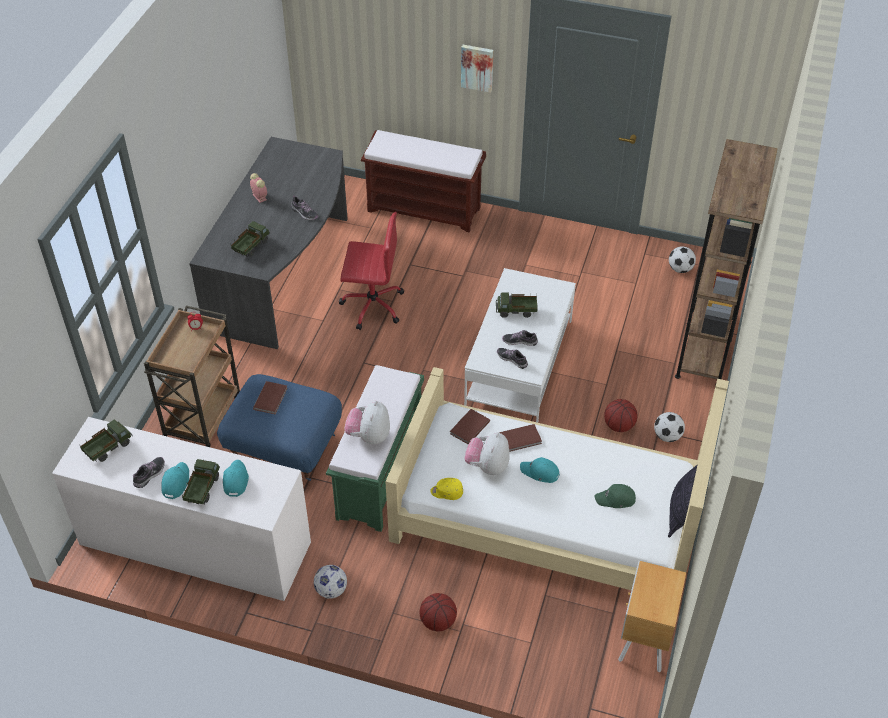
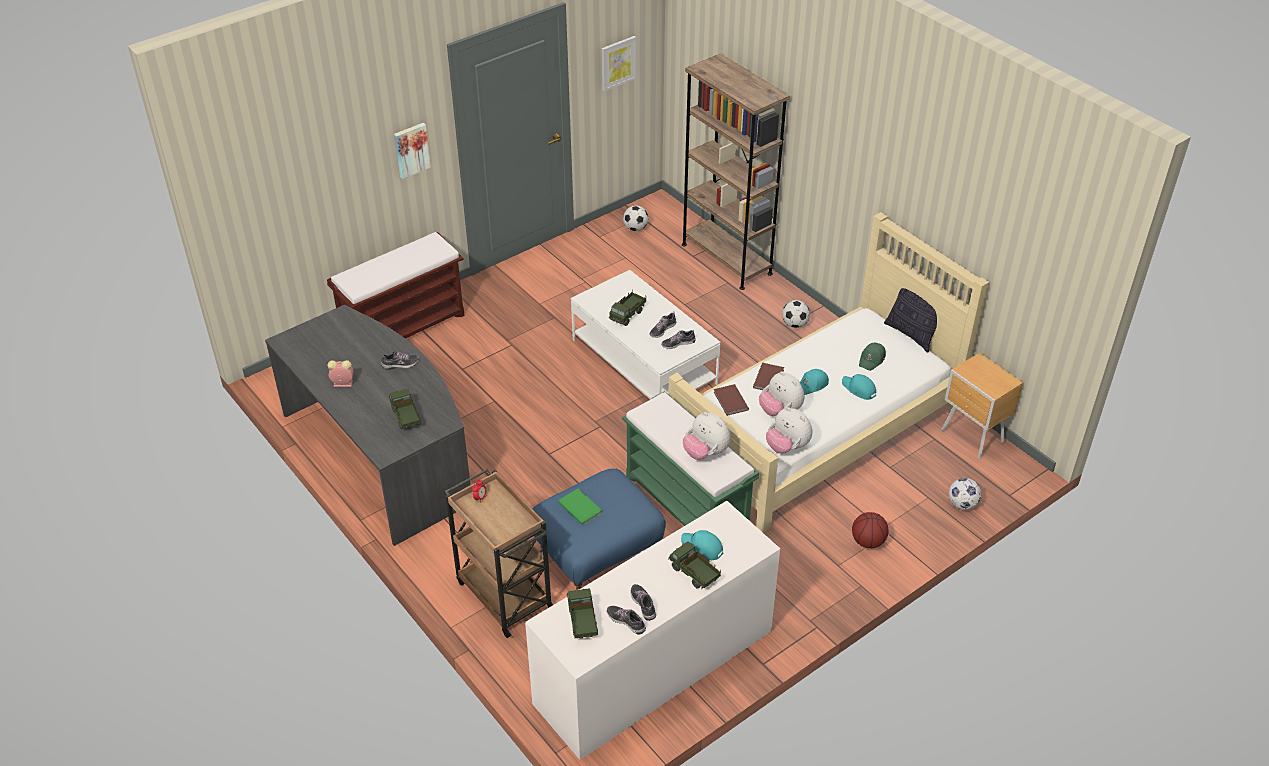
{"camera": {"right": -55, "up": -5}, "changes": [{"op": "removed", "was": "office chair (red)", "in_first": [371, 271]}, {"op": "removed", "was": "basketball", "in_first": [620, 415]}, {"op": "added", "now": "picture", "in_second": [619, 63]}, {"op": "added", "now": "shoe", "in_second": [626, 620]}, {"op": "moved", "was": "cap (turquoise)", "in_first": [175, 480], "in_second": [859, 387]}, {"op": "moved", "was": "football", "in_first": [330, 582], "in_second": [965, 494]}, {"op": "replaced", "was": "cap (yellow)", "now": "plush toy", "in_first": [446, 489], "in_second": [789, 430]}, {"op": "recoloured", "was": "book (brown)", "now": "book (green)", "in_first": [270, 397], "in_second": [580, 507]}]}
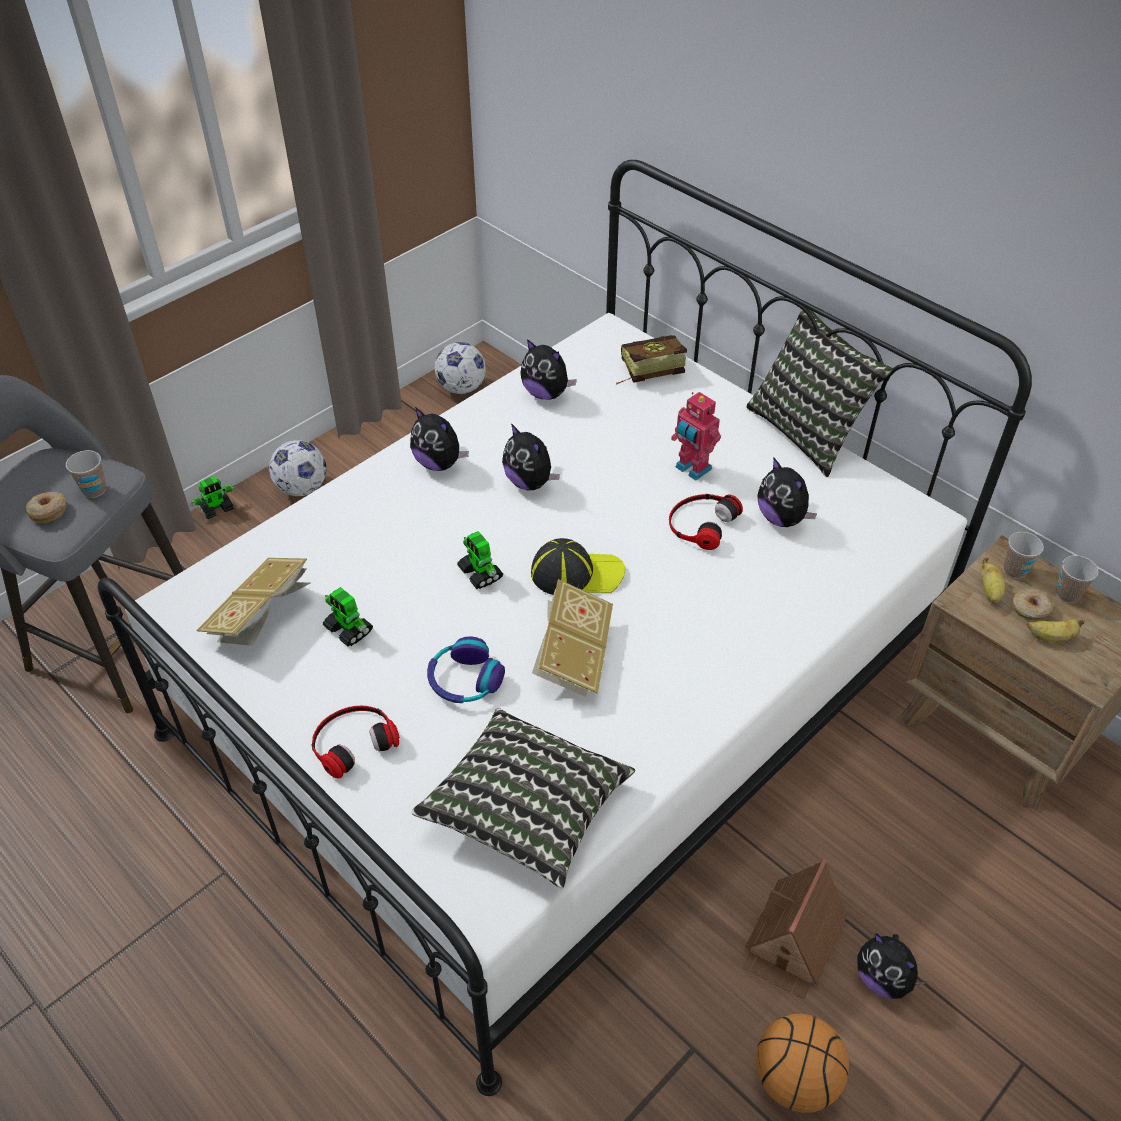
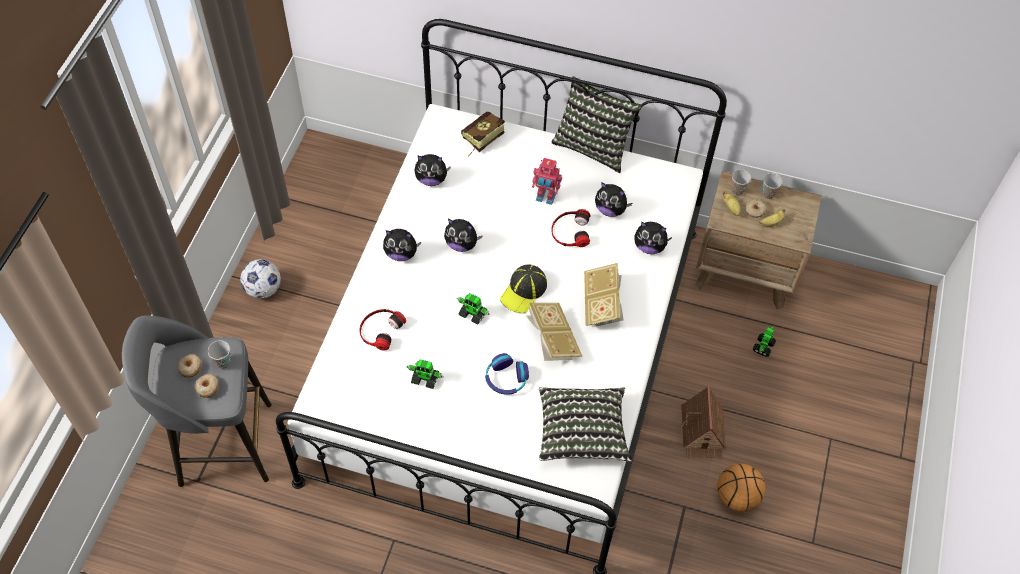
{"camera": {"right": -30, "up": 10}, "changes": [{"op": "removed", "was": "football", "in_first": [460, 368]}, {"op": "added", "now": "donut", "in_second": [189, 366]}, {"op": "moved", "was": "toy robot", "in_first": [213, 497], "in_second": [764, 342]}, {"op": "moved", "was": "book", "in_first": [253, 602], "in_second": [604, 295]}, {"op": "moved", "was": "headphones", "in_first": [356, 742], "in_second": [382, 330]}, {"op": "moved", "was": "plush toy", "in_first": [892, 966], "in_second": [653, 238]}, {"op": "turned", "was": "cap", "in_first": [578, 566], "in_second": [523, 289], "clockwise": 150}]}
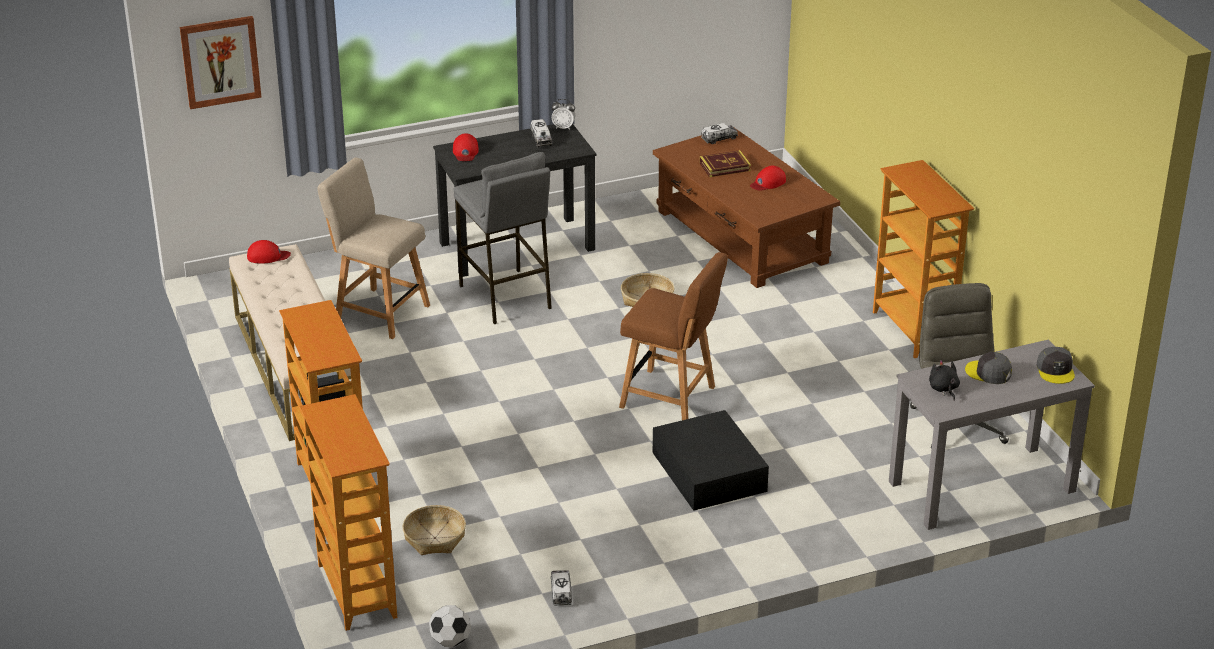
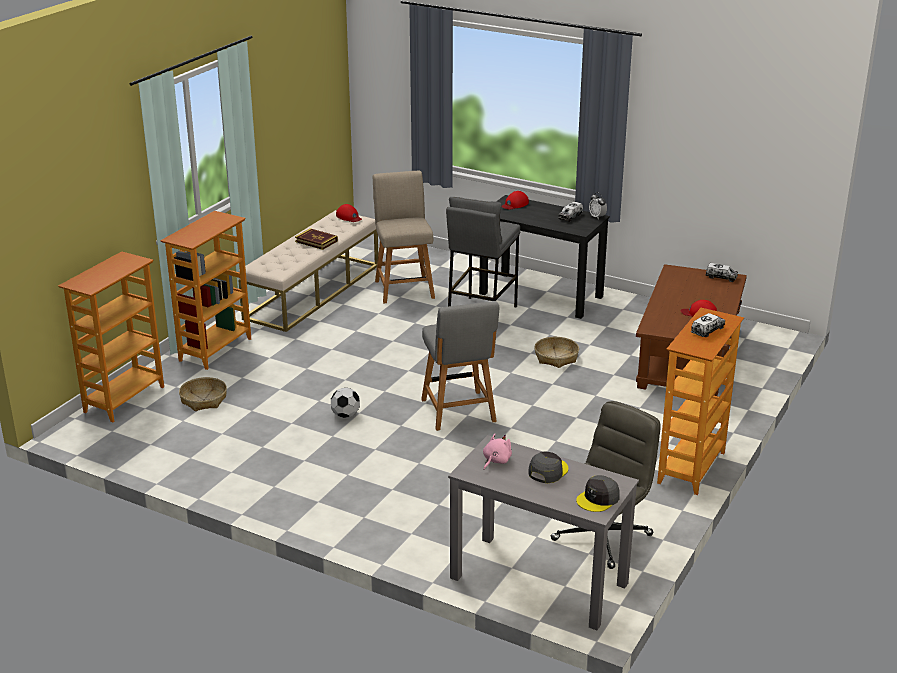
{"camera": {"right": 50, "up": -5}, "changes": [{"op": "removed", "was": "picture", "in_first": [220, 62]}, {"op": "removed", "was": "storage box (black)", "in_first": [711, 460]}, {"op": "moved", "was": "football", "in_first": [450, 626], "in_second": [345, 403]}, {"op": "moved", "was": "toy truck", "in_first": [561, 587], "in_second": [708, 325]}, {"op": "moved", "was": "book", "in_first": [725, 163], "in_second": [316, 239]}, {"op": "recoloured", "was": "chair (brown)", "now": "chair (grey)", "in_first": [673, 336], "in_second": [460, 366]}, {"op": "recoloured", "was": "plush toy (black)", "now": "plush toy (pink)", "in_first": [944, 380], "in_second": [497, 452]}, {"op": "turned", "was": "cap (grey)", "in_first": [988, 368], "in_second": [548, 467], "clockwise": 45}]}
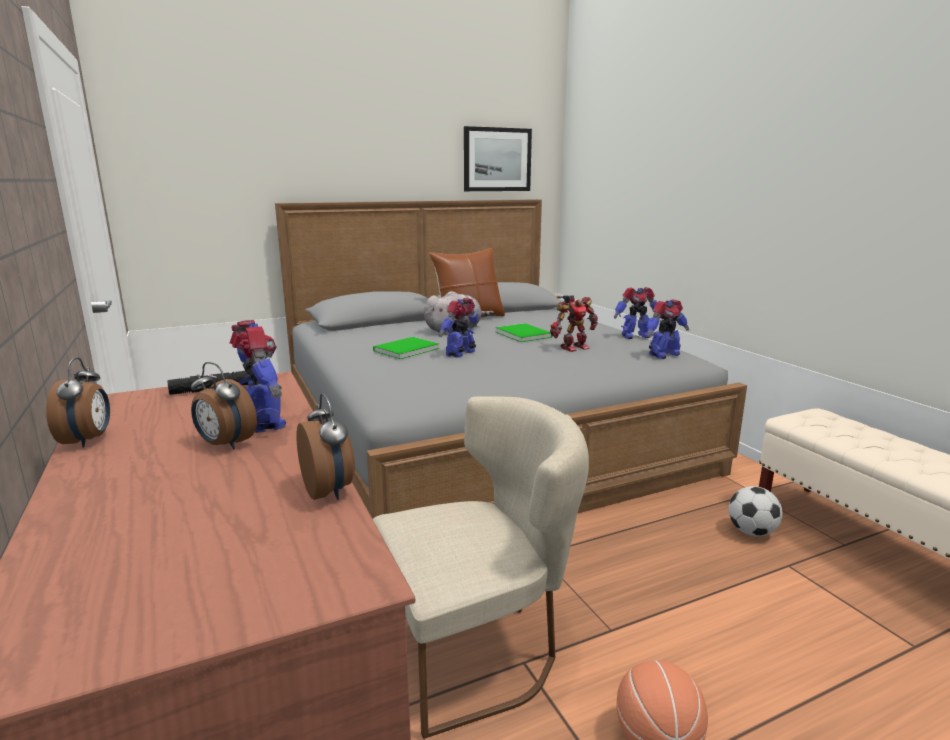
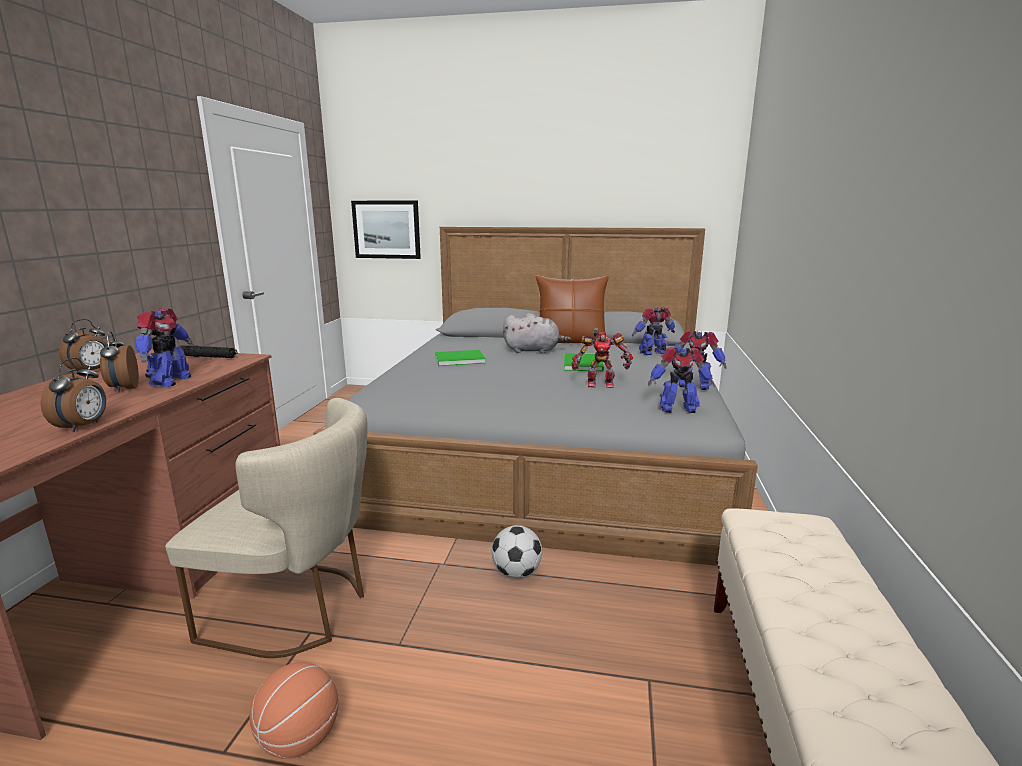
{"camera": {"right": 35, "up": 0}, "changes": [{"op": "moved", "was": "toy robot", "in_first": [458, 328], "in_second": [653, 331]}, {"op": "moved", "was": "picture", "in_first": [498, 158], "in_second": [386, 230]}, {"op": "moved", "was": "football", "in_first": [756, 511], "in_second": [517, 551]}]}
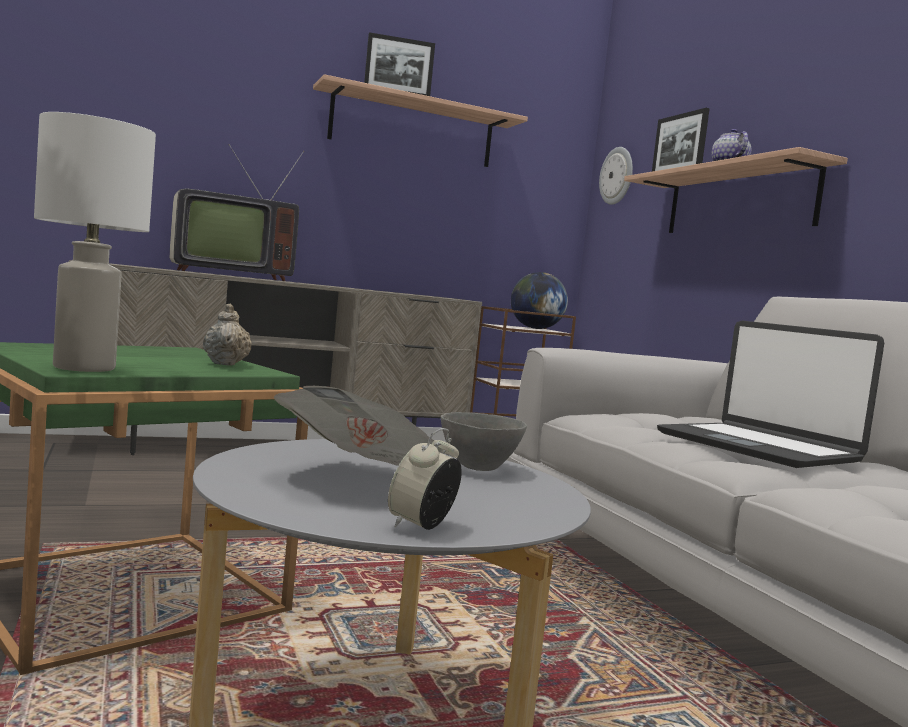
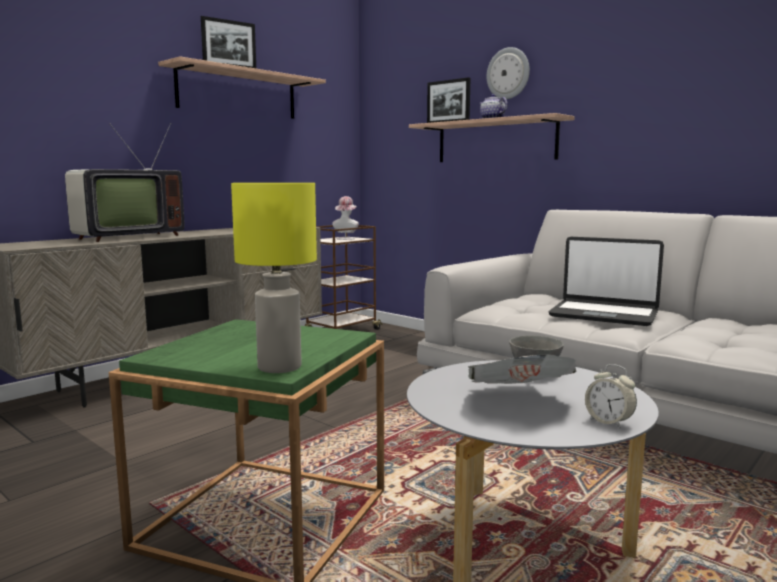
{"camera": {"right": -25, "up": 5}, "changes": [{"op": "removed", "was": "teapot (beige)", "in_first": [227, 335]}, {"op": "moved", "was": "wall clock", "in_first": [616, 176], "in_second": [508, 73]}, {"op": "replaced", "was": "globe", "now": "hat", "in_first": [539, 300], "in_second": [345, 218]}, {"op": "recoloured", "was": "table lamp (white)", "now": "table lamp (yellow)", "in_first": [95, 242], "in_second": [274, 278]}, {"op": "turned", "was": "alarm clock", "in_first": [425, 479], "in_second": [611, 396], "clockwise": -45}]}
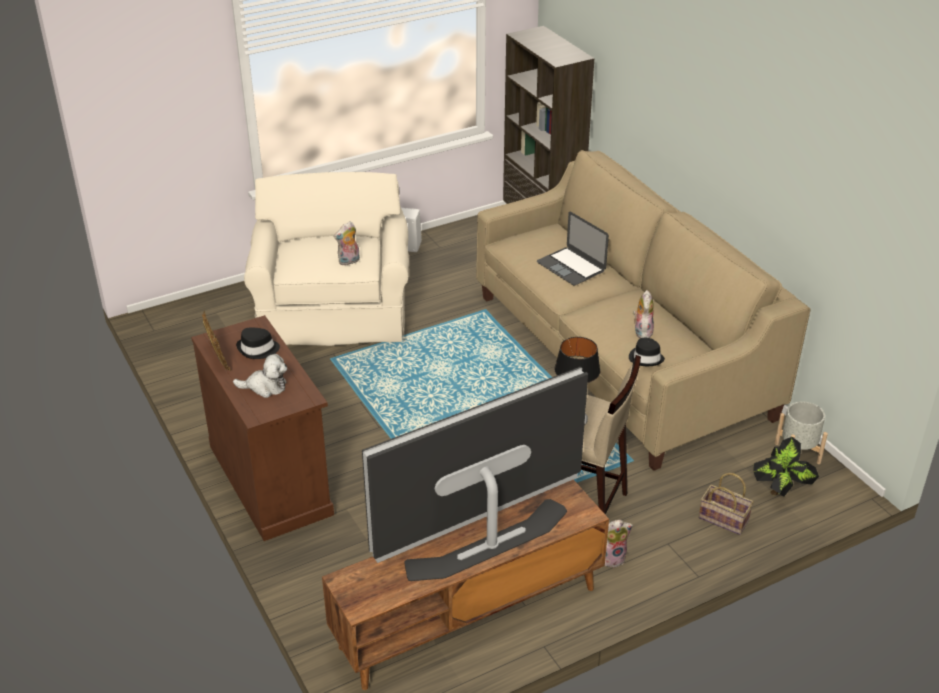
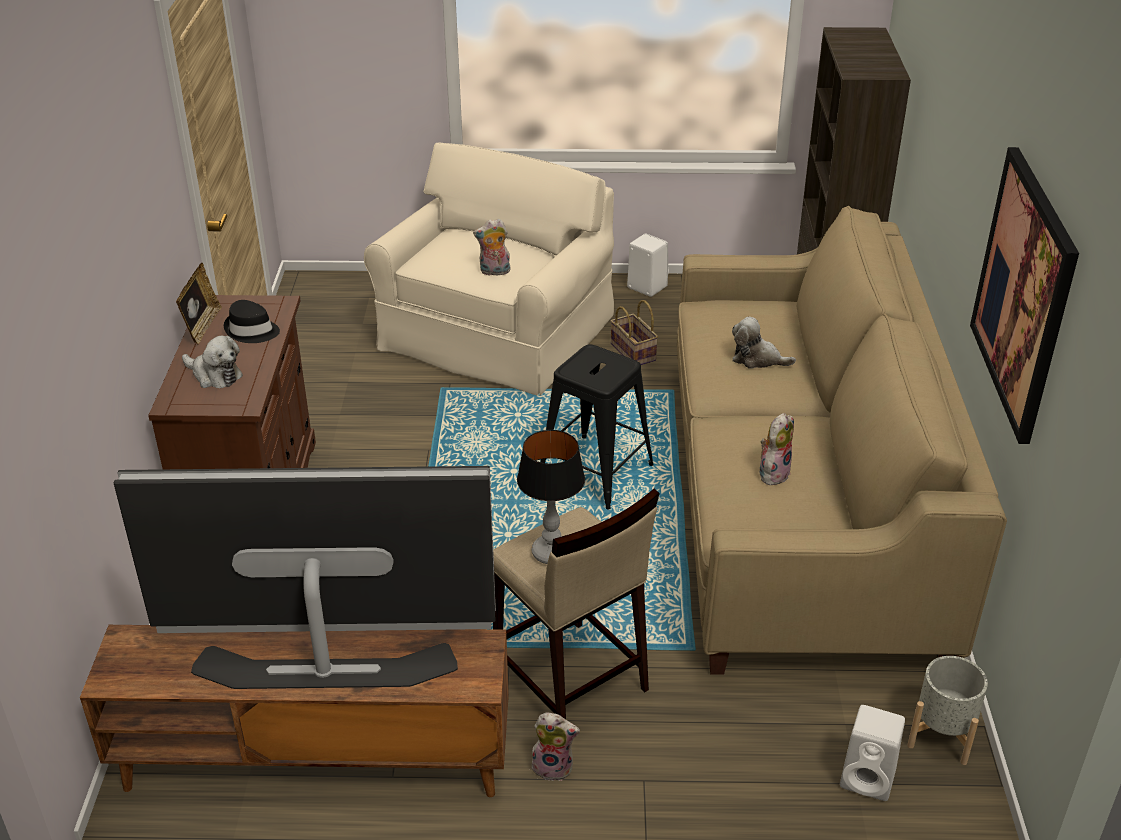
{"camera": {"right": 30, "up": 0}, "changes": [{"op": "removed", "was": "hat (black)", "in_first": [647, 352]}, {"op": "added", "now": "stool (black)", "in_second": [597, 426]}, {"op": "added", "now": "picture", "in_second": [1024, 295]}, {"op": "moved", "was": "basket", "in_first": [726, 504], "in_second": [634, 332]}, {"op": "replaced", "was": "laptop", "now": "plush toy", "in_first": [573, 248], "in_second": [764, 343]}, {"op": "replaced", "was": "potted plant", "now": "speaker (white)", "in_first": [786, 467], "in_second": [872, 753]}]}
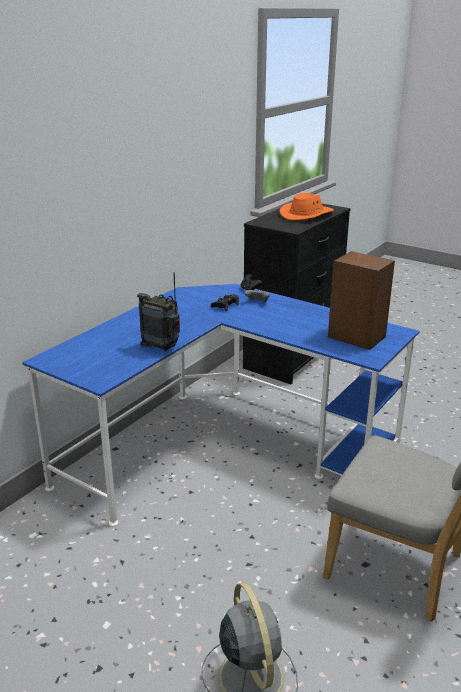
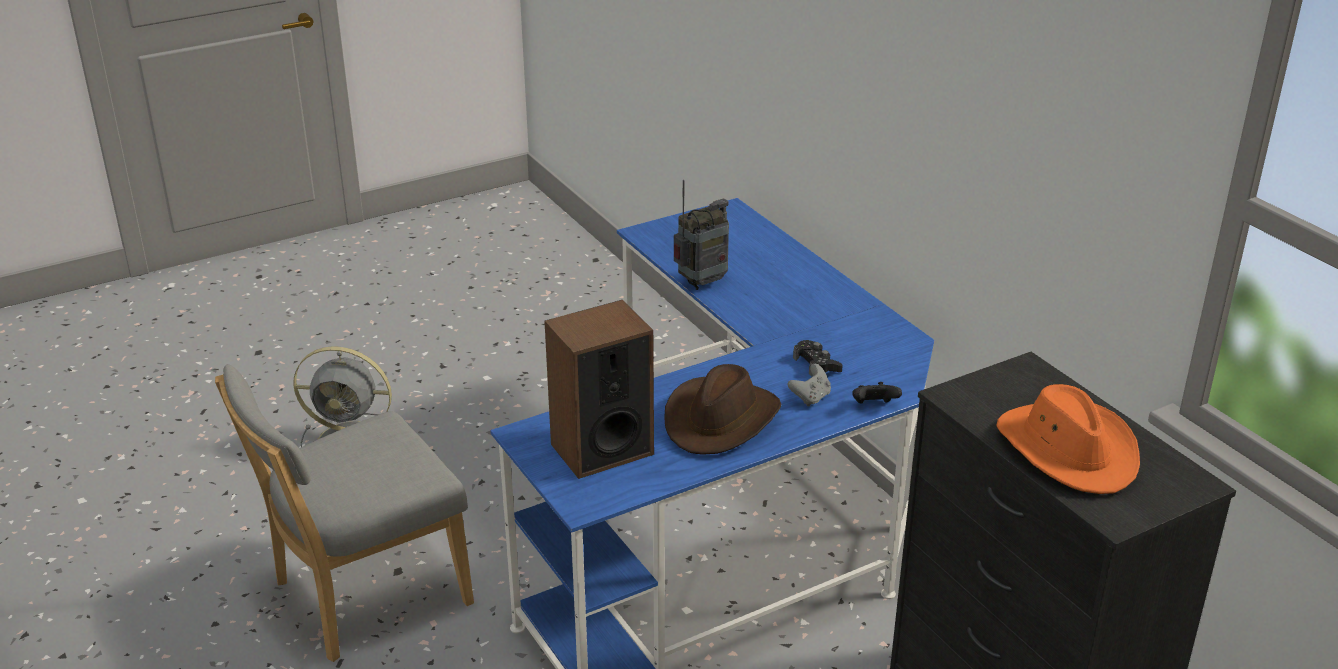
{"camera": {"right": 115, "up": 5}, "changes": [{"op": "added", "now": "hat (brown)", "in_second": [723, 409]}]}
